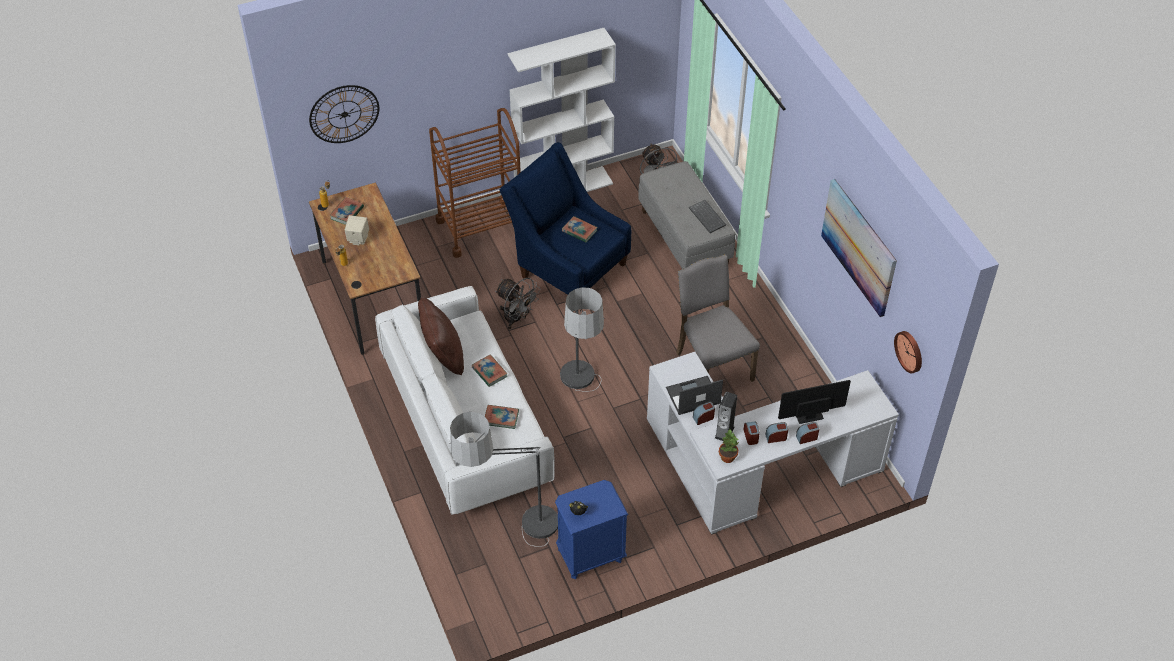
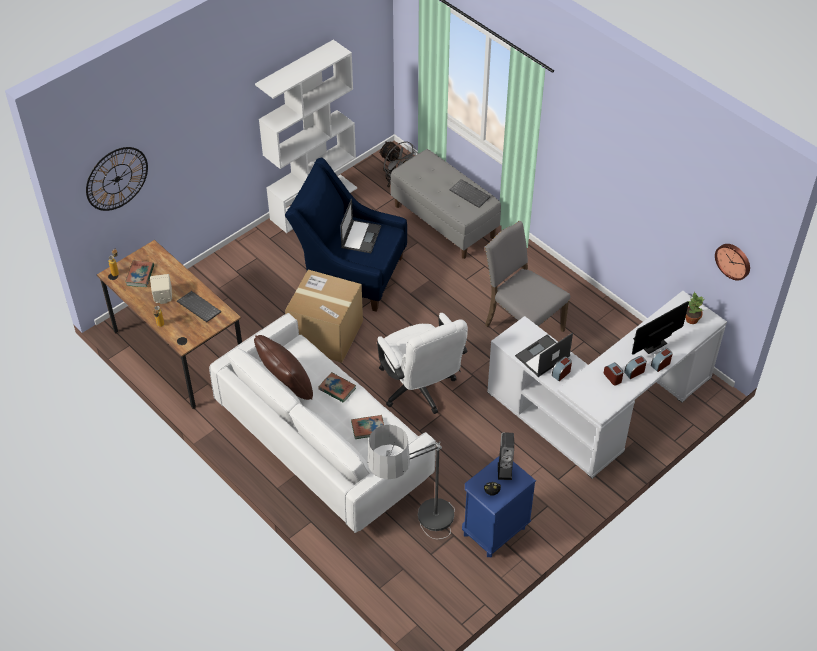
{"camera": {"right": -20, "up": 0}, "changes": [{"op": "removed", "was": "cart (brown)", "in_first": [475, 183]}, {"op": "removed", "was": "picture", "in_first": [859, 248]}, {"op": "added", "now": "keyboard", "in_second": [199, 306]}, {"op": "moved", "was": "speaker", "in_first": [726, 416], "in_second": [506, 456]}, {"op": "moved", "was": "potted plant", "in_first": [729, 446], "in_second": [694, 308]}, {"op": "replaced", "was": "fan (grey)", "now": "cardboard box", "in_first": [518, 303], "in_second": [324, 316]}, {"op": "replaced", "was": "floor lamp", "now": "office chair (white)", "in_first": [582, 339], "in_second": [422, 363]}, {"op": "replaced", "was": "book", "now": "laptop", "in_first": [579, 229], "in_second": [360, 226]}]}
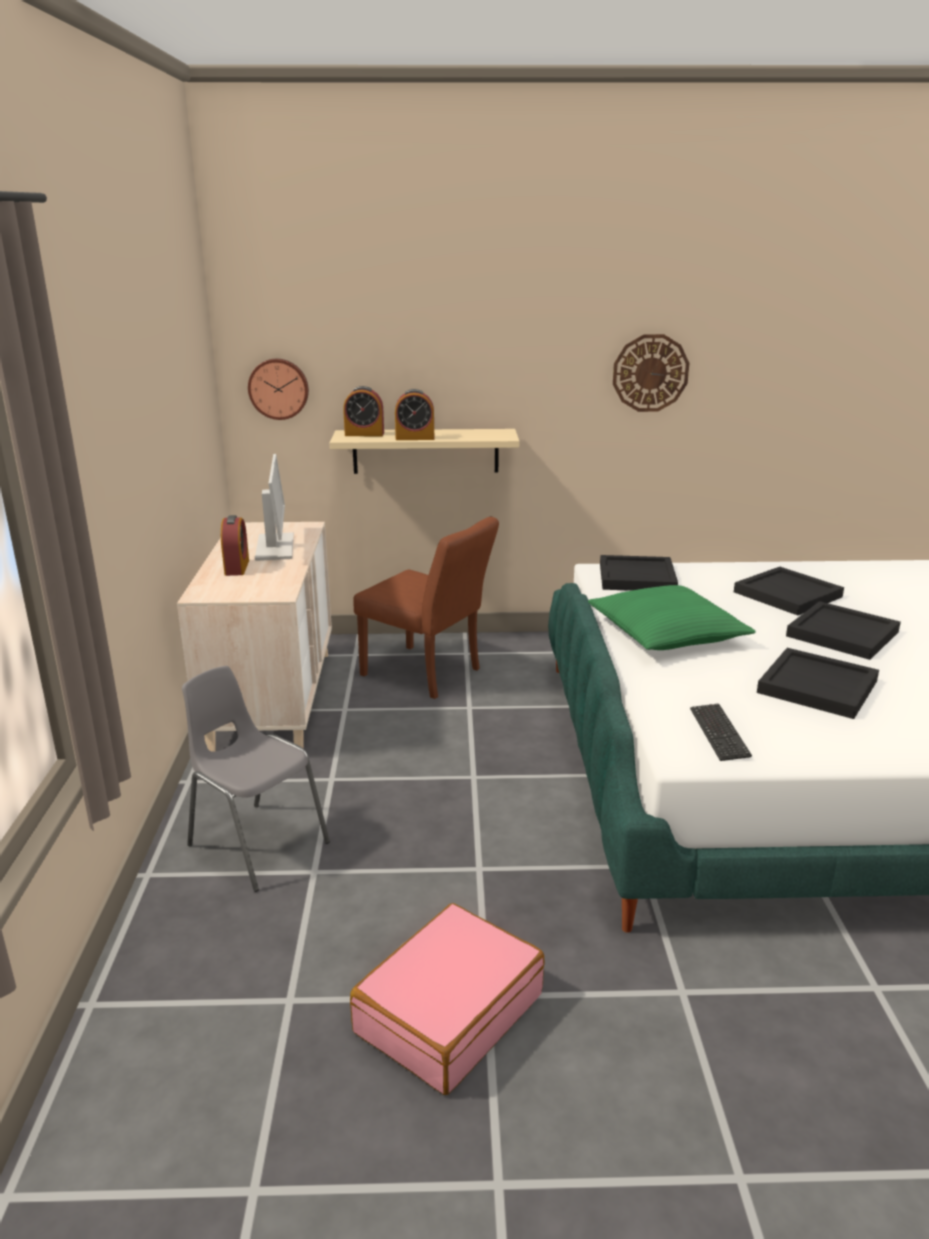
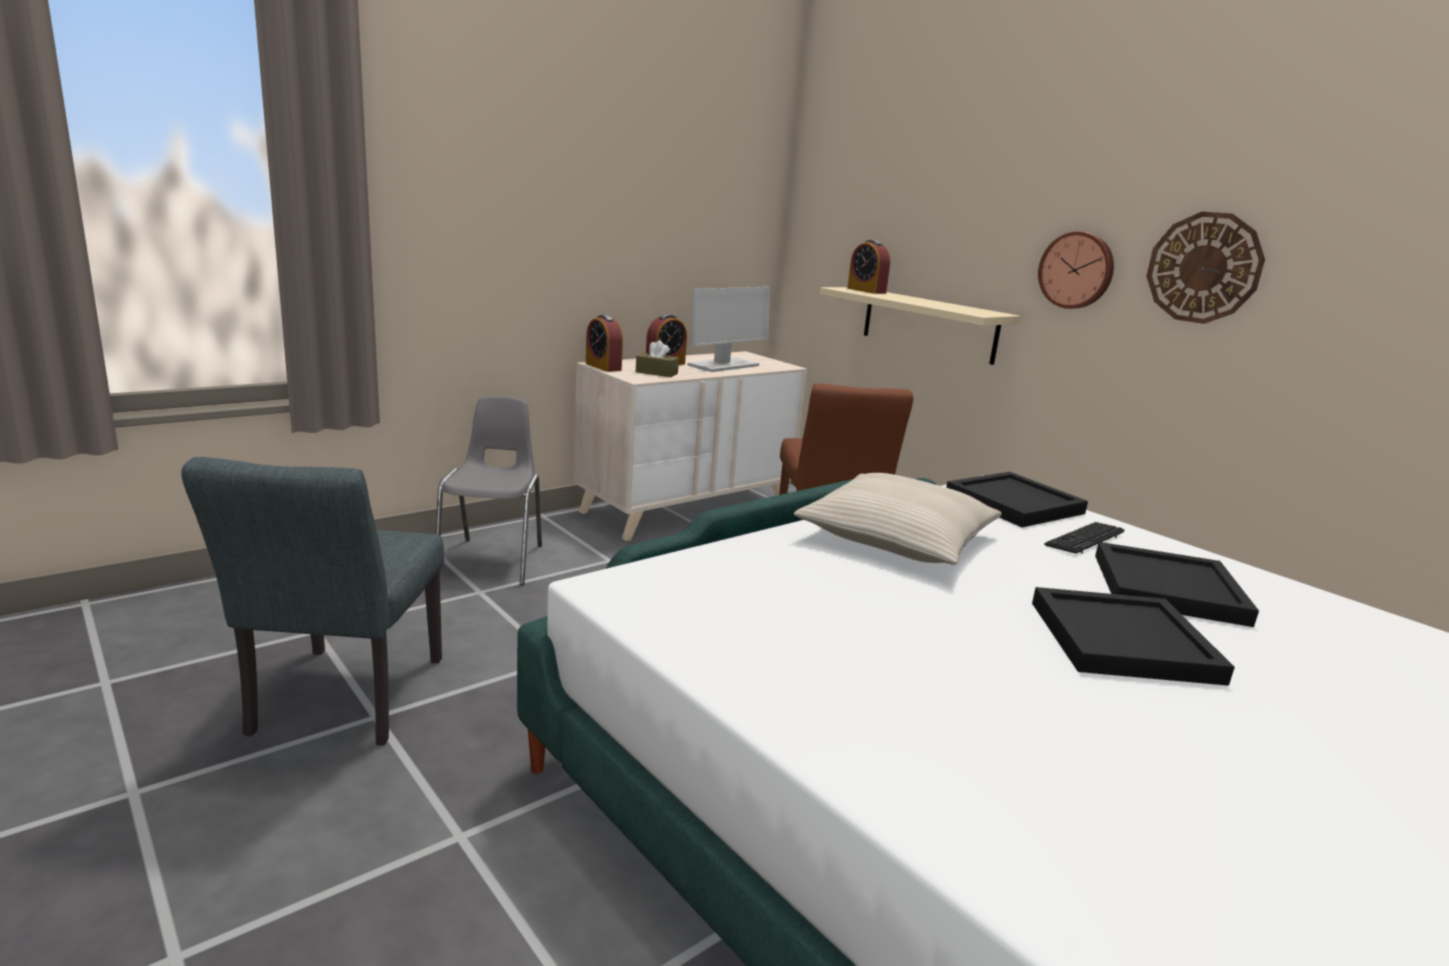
{"camera": {"right": 50, "up": -5}, "changes": [{"op": "removed", "was": "tray (black)", "in_first": [818, 683]}, {"op": "added", "now": "tissue box (brown)", "in_second": [657, 358]}, {"op": "moved", "was": "wall clock", "in_first": [278, 389], "in_second": [1076, 270]}, {"op": "moved", "was": "alarm clock", "in_first": [414, 414], "in_second": [604, 343]}, {"op": "moved", "was": "keyboard", "in_first": [721, 732], "in_second": [1084, 538]}, {"op": "replaced", "was": "suitcase (pink)", "now": "chair (grey)", "in_first": [447, 999], "in_second": [312, 601]}, {"op": "recoloured", "was": "pillow (green)", "now": "pillow (beige)", "in_first": [672, 617], "in_second": [898, 519]}]}
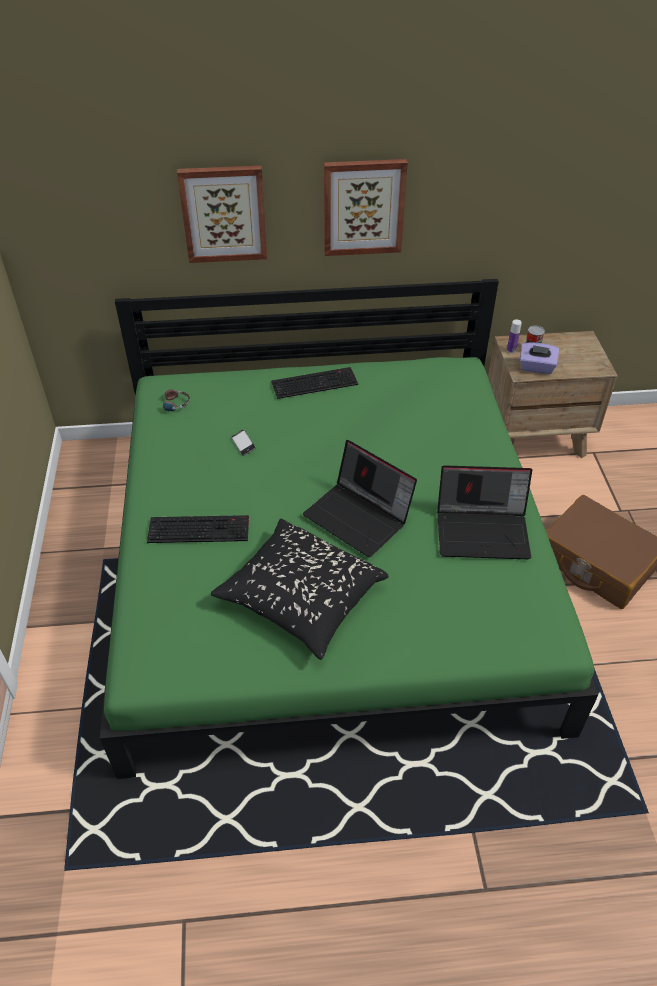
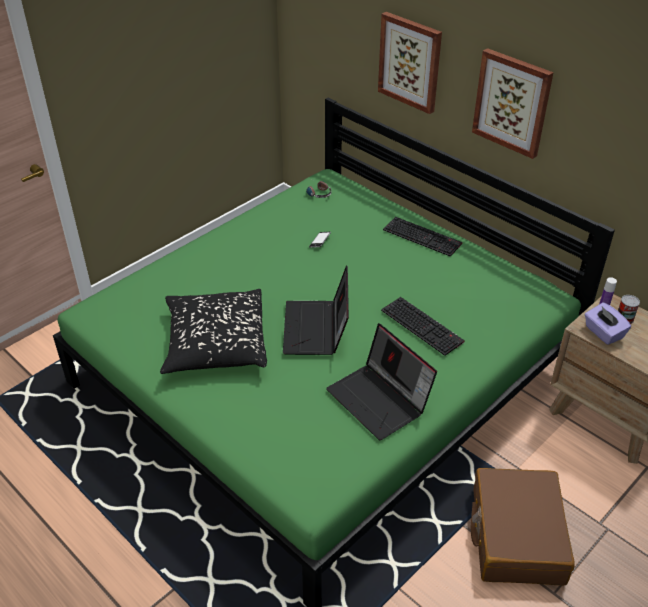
{"camera": {"right": 50, "up": -5}, "changes": [{"op": "moved", "was": "keyboard", "in_first": [198, 529], "in_second": [423, 326]}]}
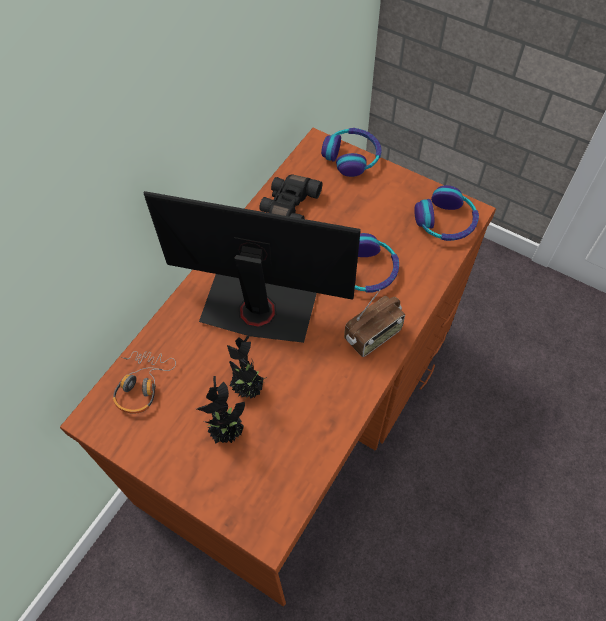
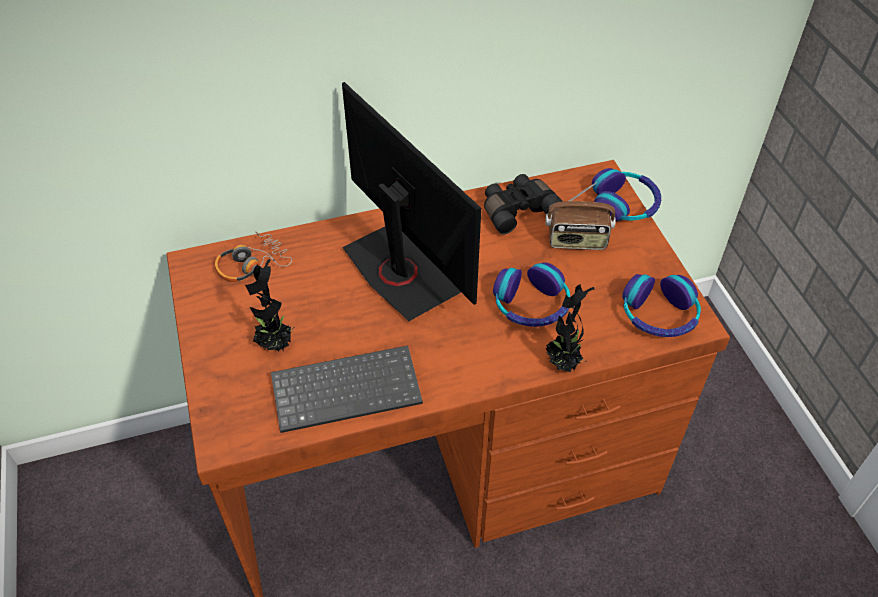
{"camera": {"right": 40, "up": -10}, "changes": [{"op": "added", "now": "keyboard", "in_second": [347, 389]}, {"op": "moved", "was": "potted plant", "in_first": [247, 365], "in_second": [570, 328]}, {"op": "moved", "was": "radio", "in_first": [374, 323], "in_second": [580, 216]}]}
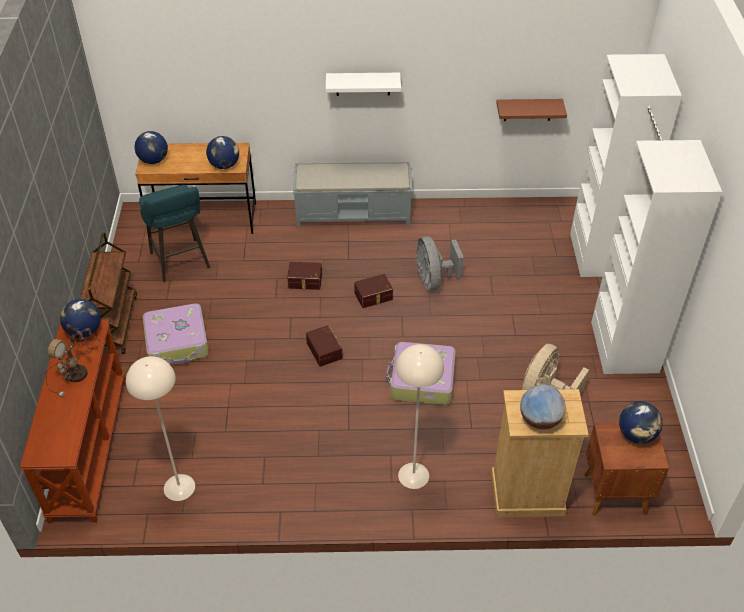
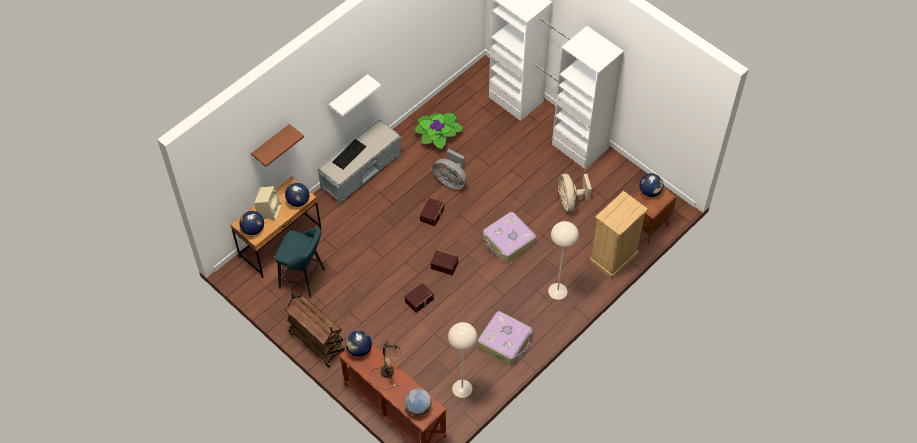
{"camera": {"right": -45, "up": 10}, "changes": [{"op": "added", "now": "speaker (beige)", "in_second": [268, 203]}, {"op": "added", "now": "keyboard", "in_second": [349, 154]}, {"op": "added", "now": "potted plant", "in_second": [439, 131]}, {"op": "moved", "was": "suitcase", "in_first": [176, 333], "in_second": [505, 338]}, {"op": "moved", "was": "storage box (brown)", "in_first": [304, 276], "in_second": [419, 298]}, {"op": "moved", "was": "shelf (brown)", "in_first": [531, 110], "in_second": [277, 145]}, {"op": "moved", "was": "globe", "in_first": [543, 406], "in_second": [418, 401]}]}
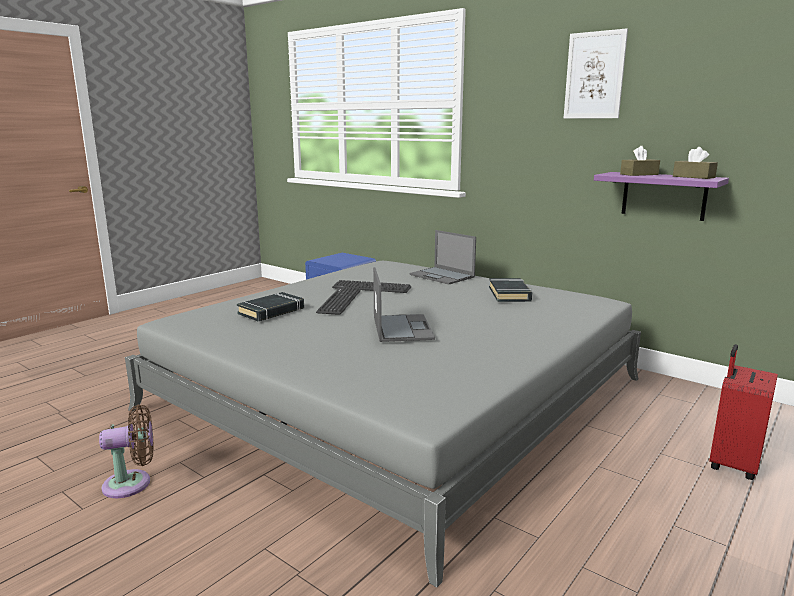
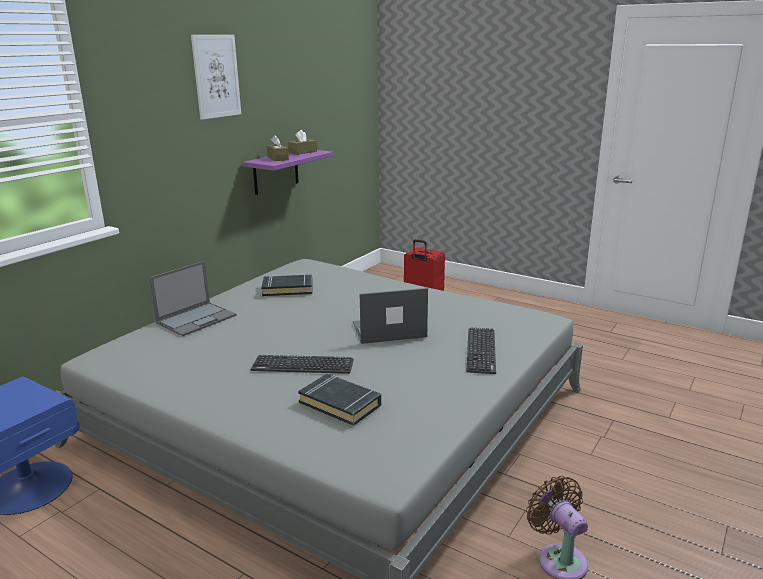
{"camera": {"right": -95, "up": 5}, "changes": [{"op": "moved", "was": "keyboard", "in_first": [371, 286], "in_second": [481, 350]}]}
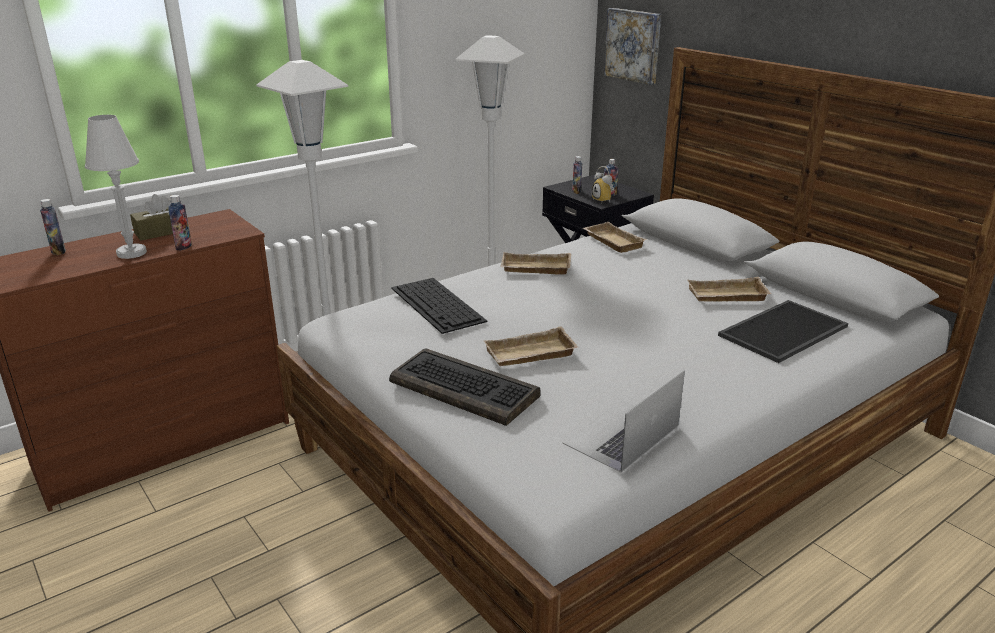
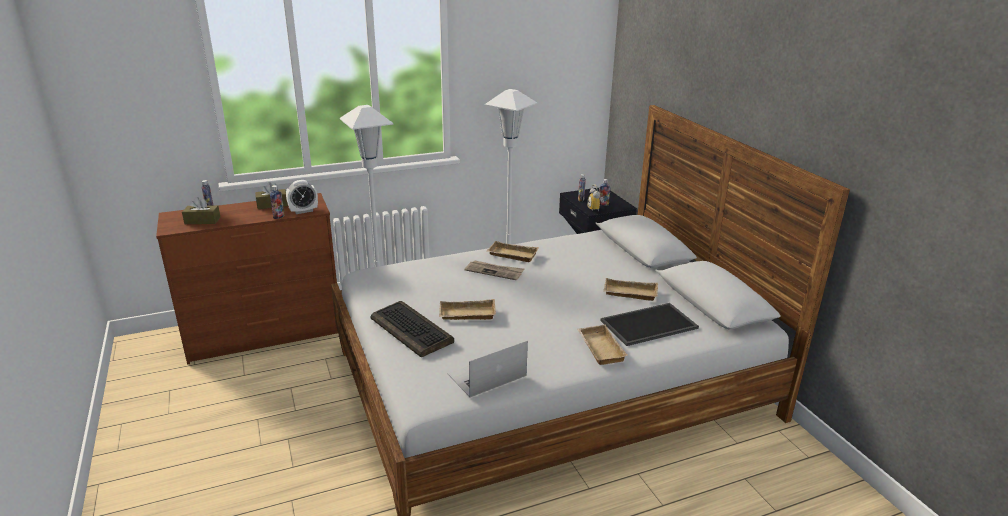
{"camera": {"right": 15, "up": 0}, "changes": [{"op": "removed", "was": "table lamp (white)", "in_first": [116, 187]}, {"op": "removed", "was": "keyboard", "in_first": [439, 306]}, {"op": "removed", "was": "picture", "in_first": [632, 46]}, {"op": "added", "now": "tissue box (brown)", "in_second": [201, 210]}, {"op": "added", "now": "alarm clock", "in_second": [302, 197]}, {"op": "added", "now": "newspaper", "in_second": [494, 270]}, {"op": "moved", "was": "tray (beige)", "in_first": [614, 237], "in_second": [602, 345]}]}
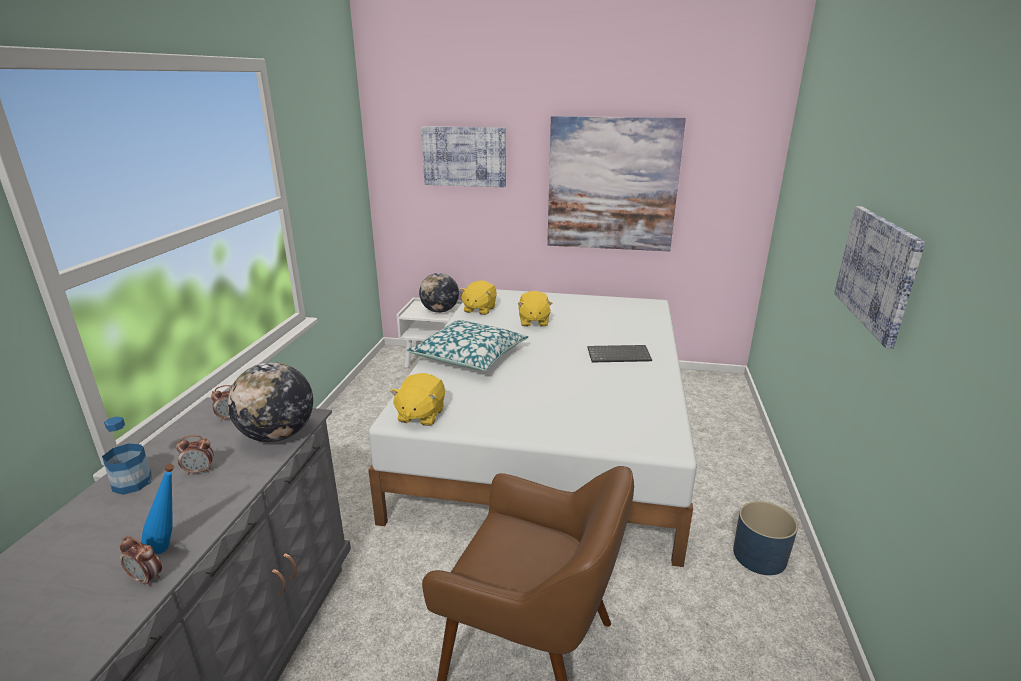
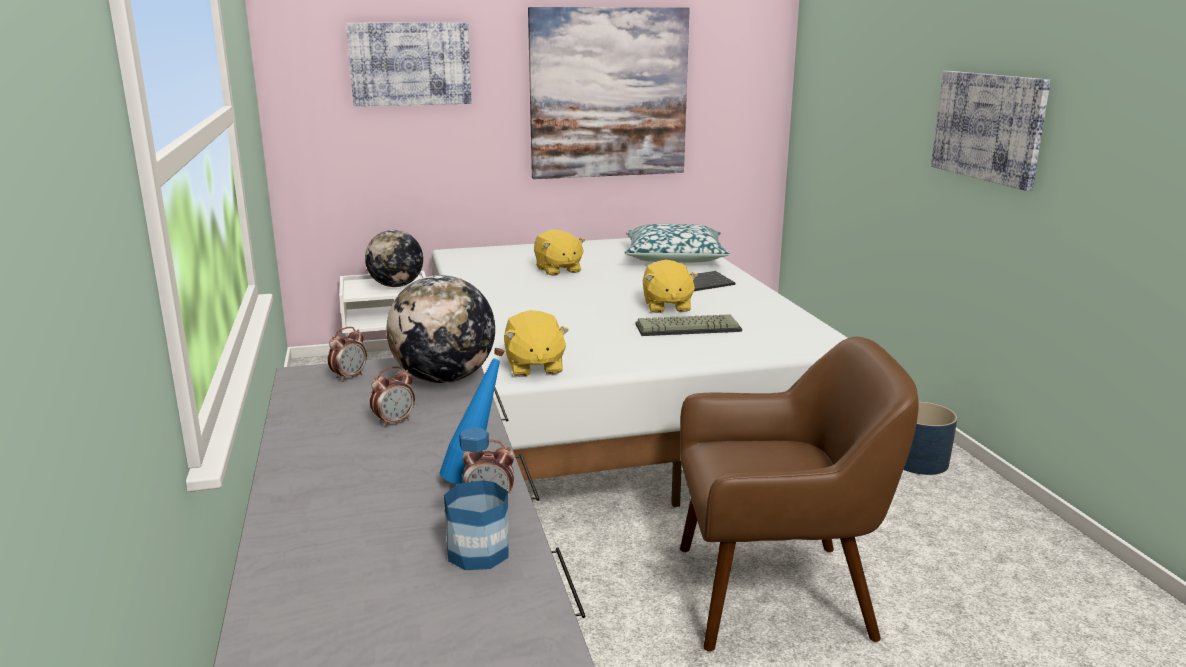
{"camera": {"right": -25, "up": -5}, "changes": [{"op": "added", "now": "keyboard", "in_second": [688, 325]}, {"op": "moved", "was": "bottle", "in_first": [127, 456], "in_second": [476, 499]}, {"op": "moved", "was": "pillow", "in_first": [468, 345], "in_second": [677, 243]}, {"op": "moved", "was": "plush toy (yellow)", "in_first": [478, 297], "in_second": [670, 286]}]}
